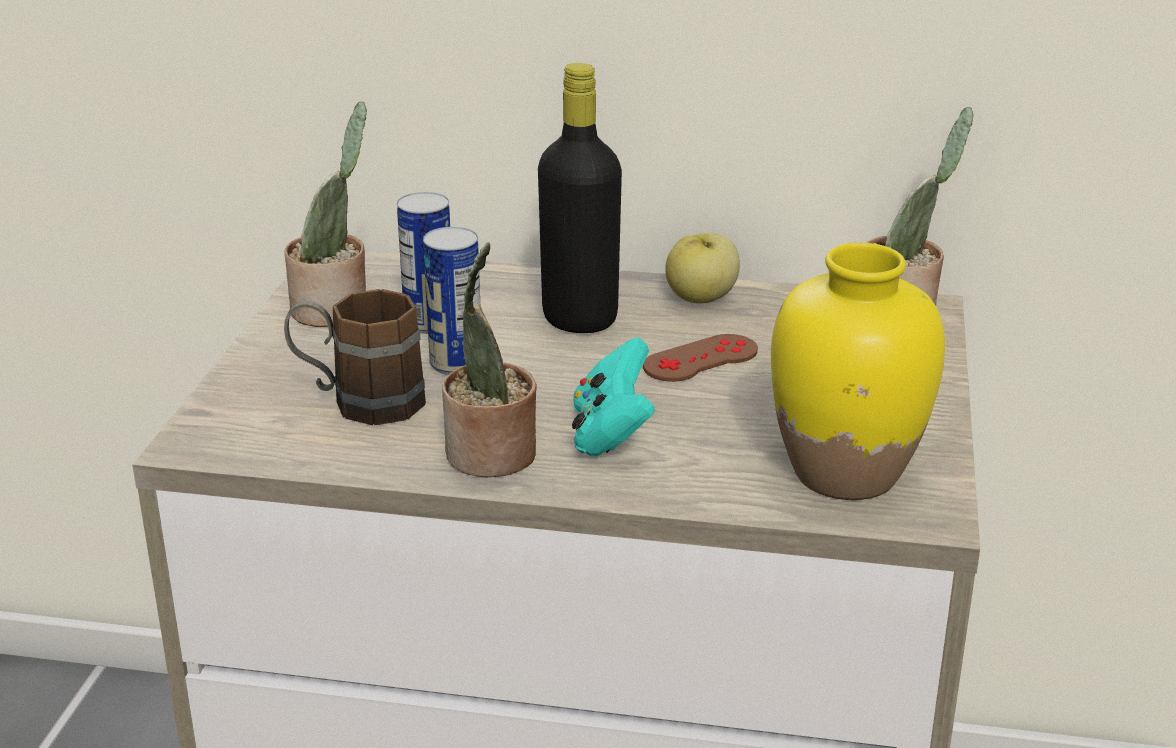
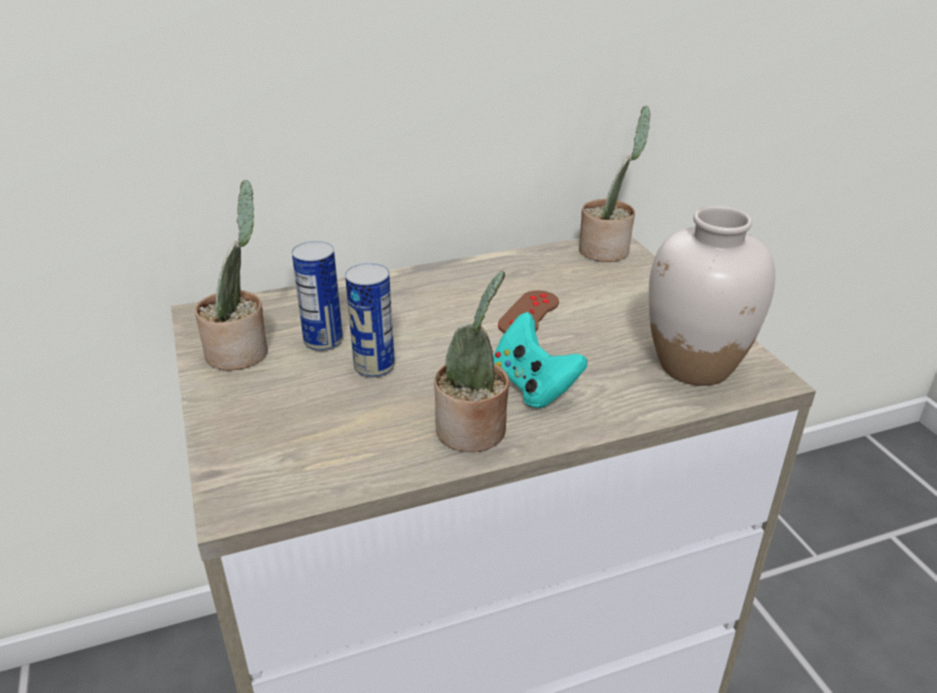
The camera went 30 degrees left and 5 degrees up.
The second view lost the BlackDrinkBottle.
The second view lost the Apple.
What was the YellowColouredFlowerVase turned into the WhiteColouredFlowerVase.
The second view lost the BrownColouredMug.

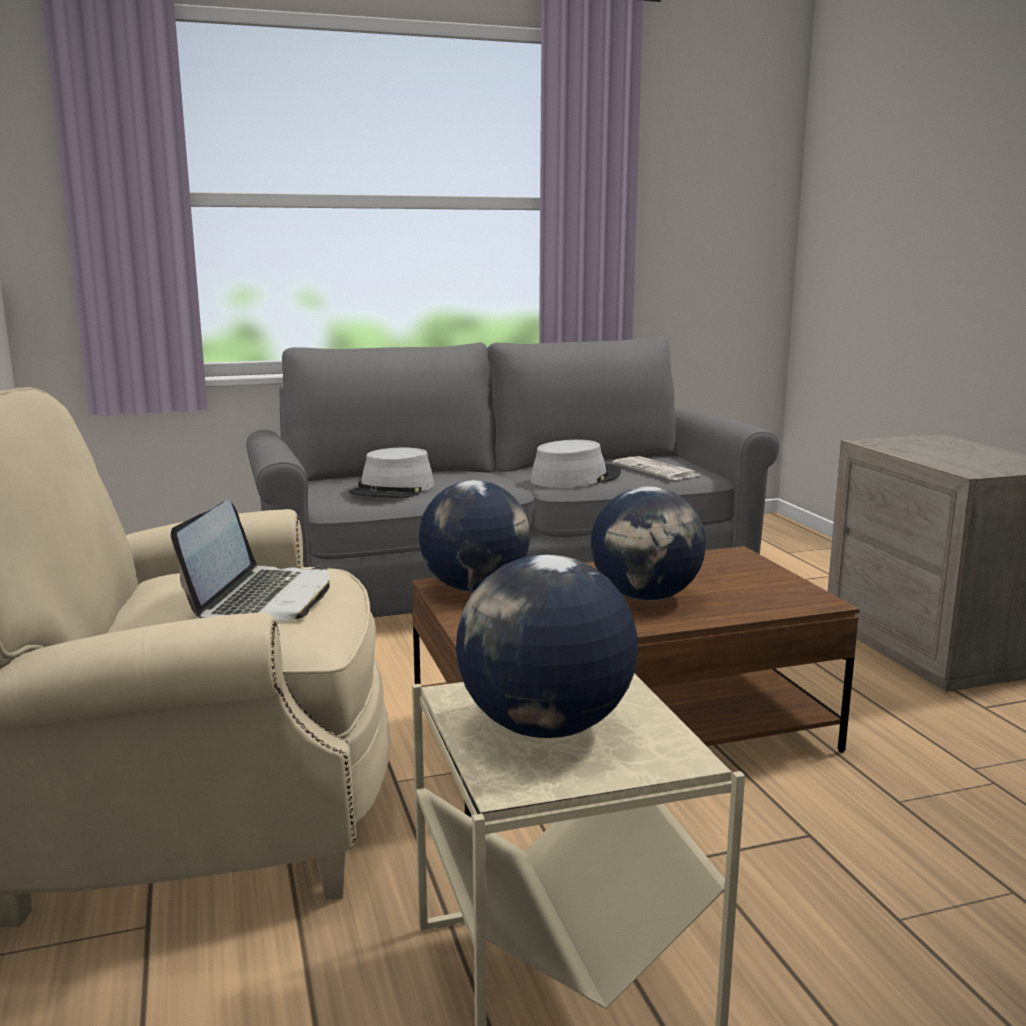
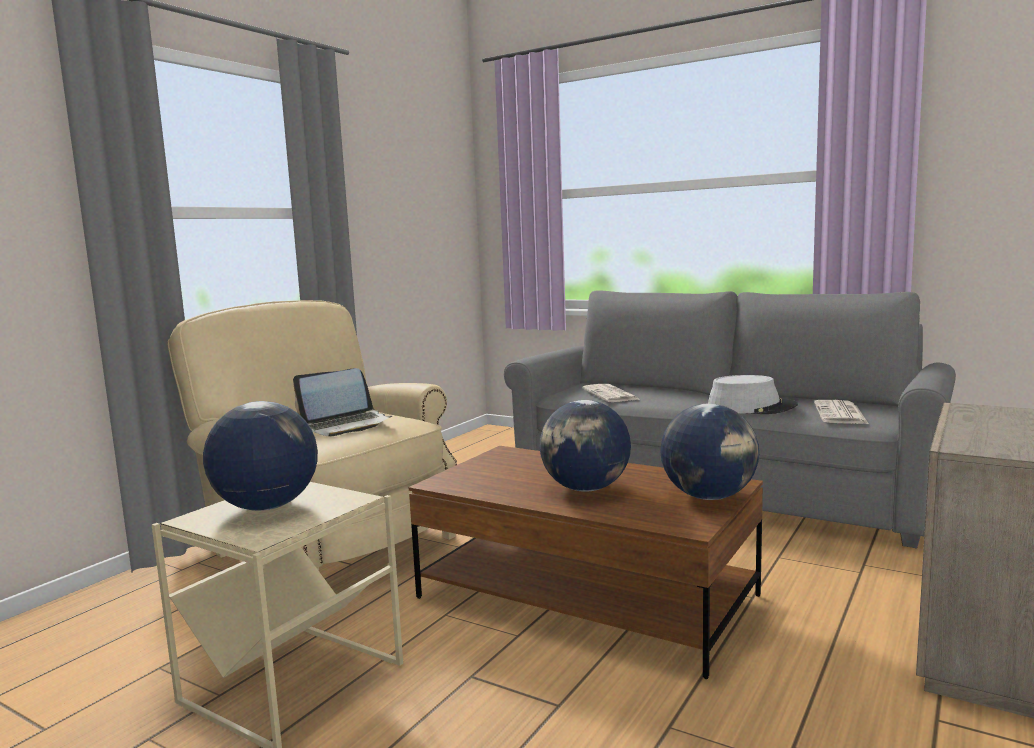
The camera went 50 degrees right and 5 degrees down.
Where the GreyishWearableHat (no. 1 from left) stood, the Newspaper (no. 1 from left) came to stand.
The DeskGlobe (no. 1 from left in the first image) ended up elsewhere.

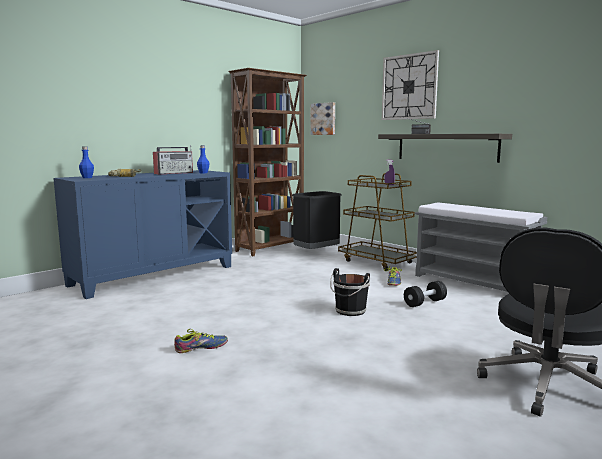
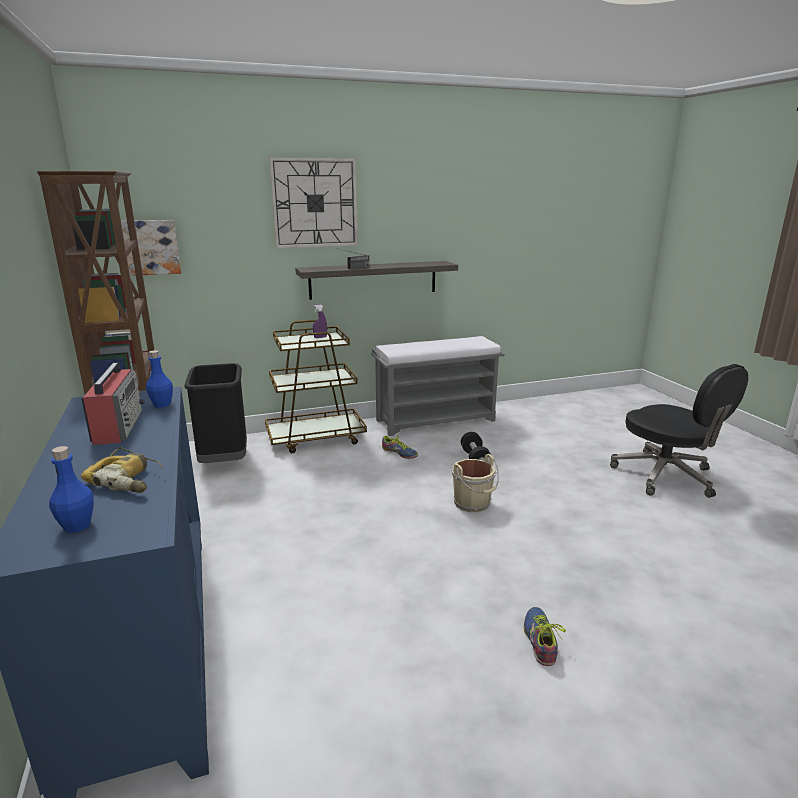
The camera went 65 degrees left and 10 degrees up.
What was the BlackPail turned into the BeigePail.

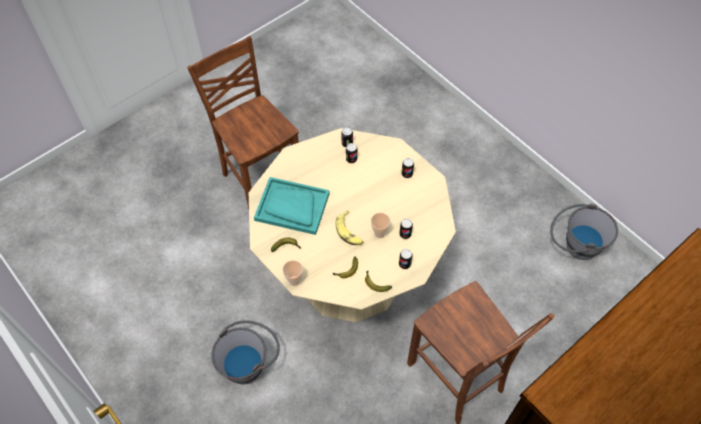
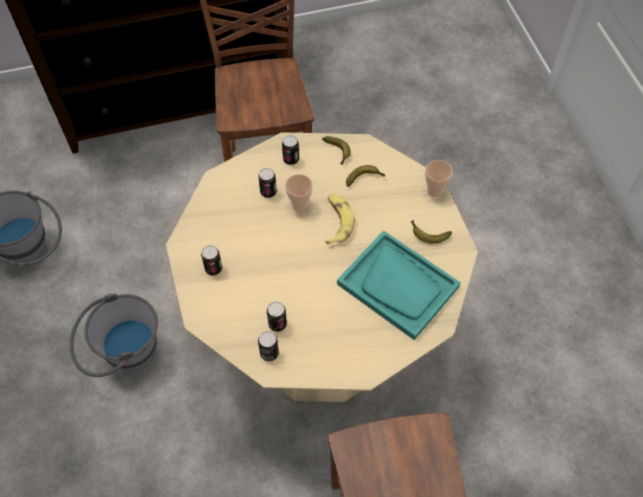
The camera went 155 degrees left and 0 degrees up.
The GreyishPail (no. 1 from left in the first image) ended up elsewhere.

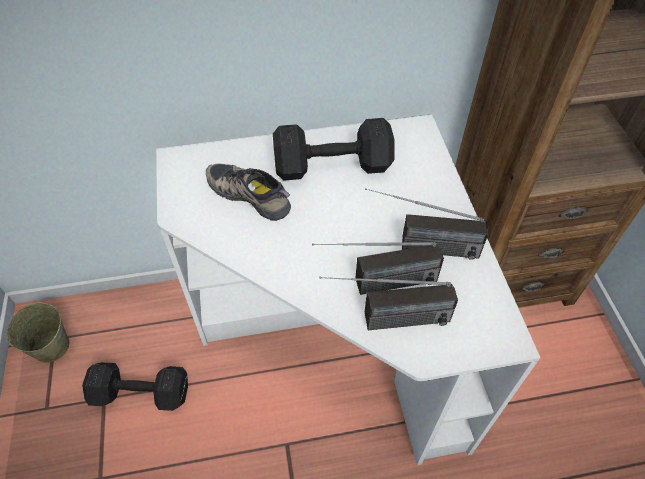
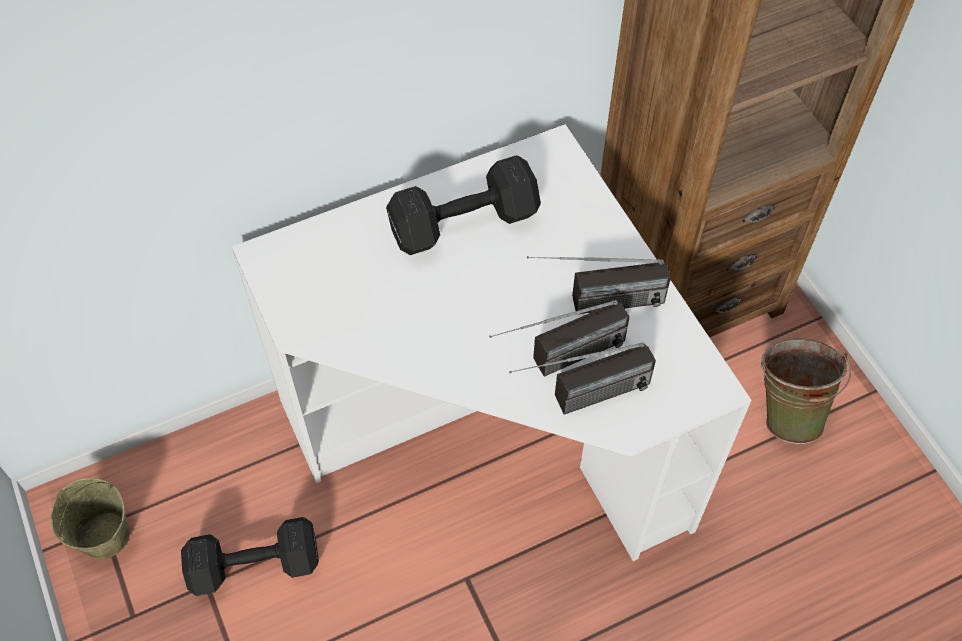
The camera went 15 degrees left and 5 degrees up.
The second view lost the ItemOfFootwear.
The second view gained the GreenishPail.

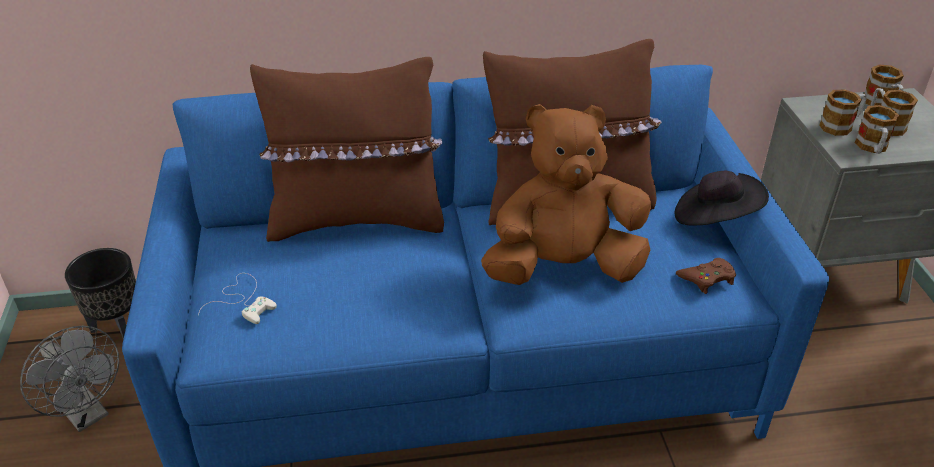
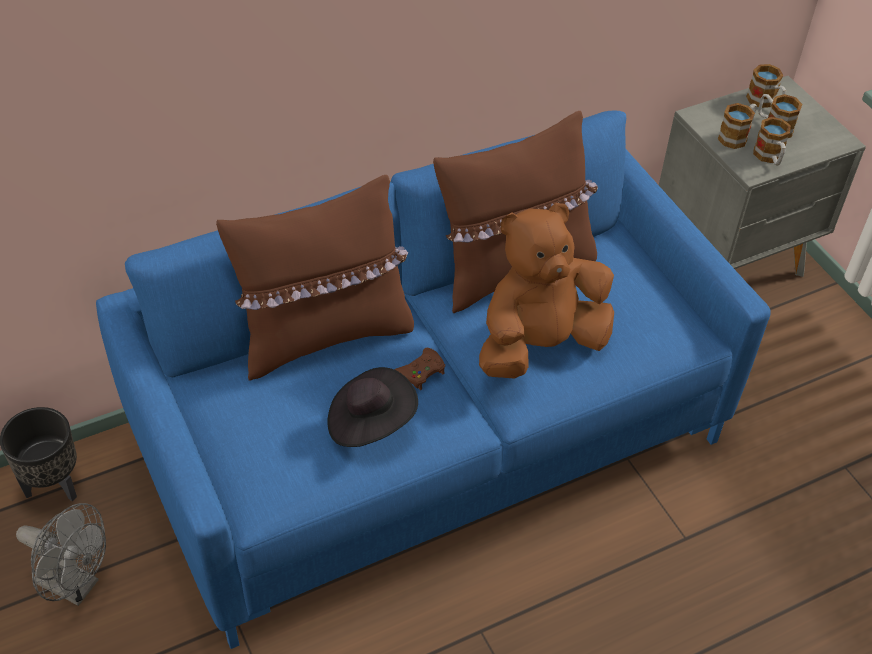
The camera went 20 degrees left and 10 degrees up.
The BlackWearableHat ended up elsewhere.
The BrownColouredJoypad ended up elsewhere.
The second view lost the WhiteColouredJoypad.

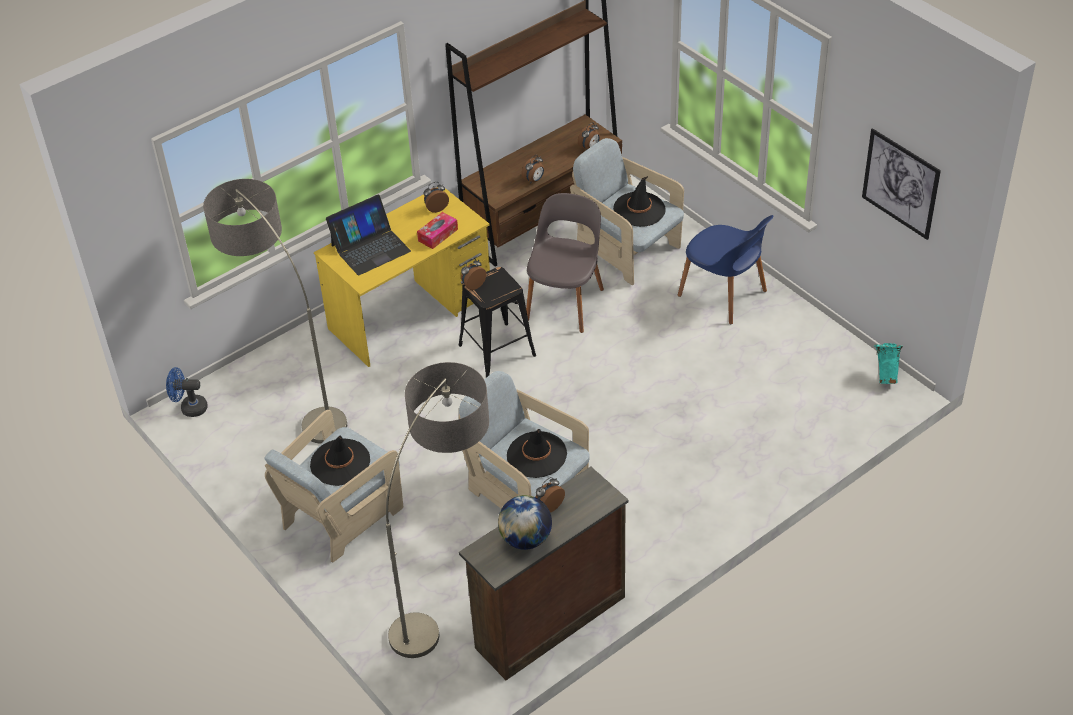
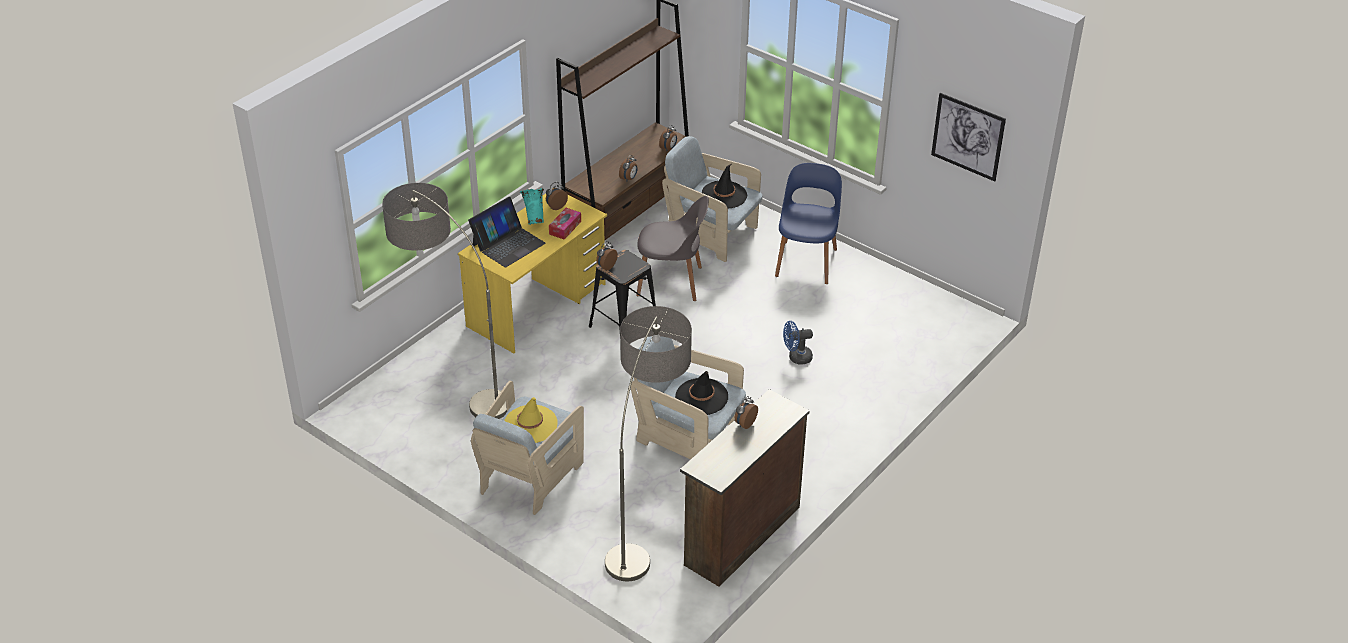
The camera went 15 degrees left and 5 degrees down.
The GreyishUprightChair ended up facing another way, 90 degrees clockwise from before.
The BlueColouredUprightChair ended up facing another way, 105 degrees counterclockwise from before.
The BlueGreenFlowerVase ended up elsewhere.
The BlueColouredFan ended up elsewhere.
What was the BlackWearableHat (no. 1 from left) turned into the YellowColouredWearableHat.
The second view lost the DeskGlobe.

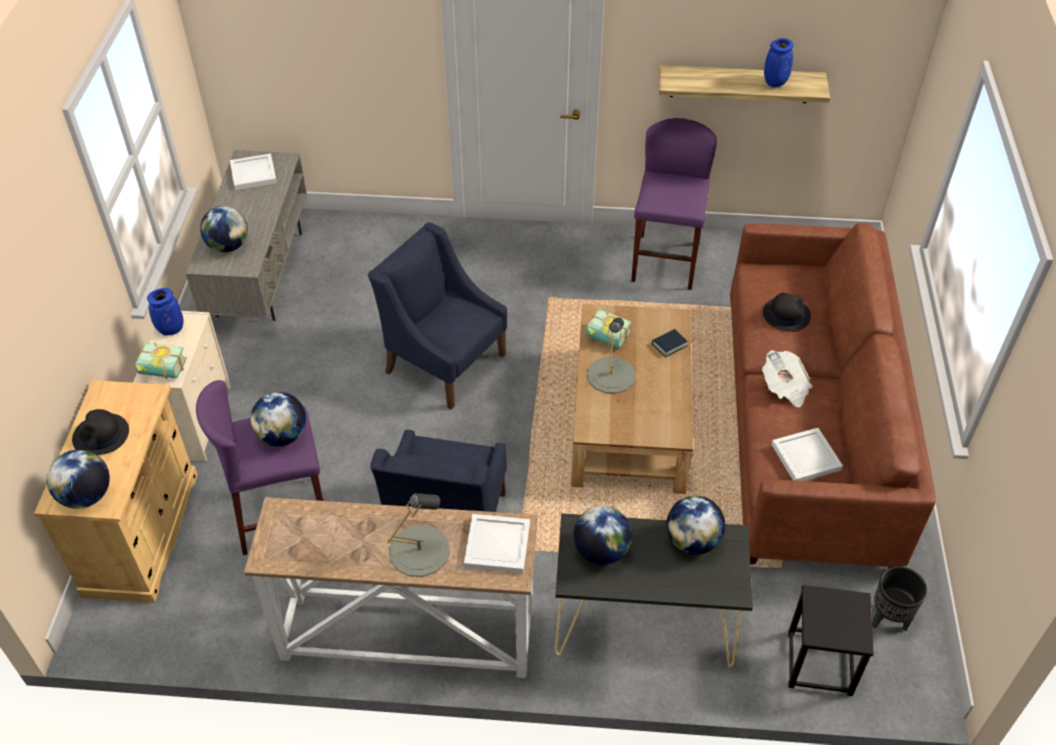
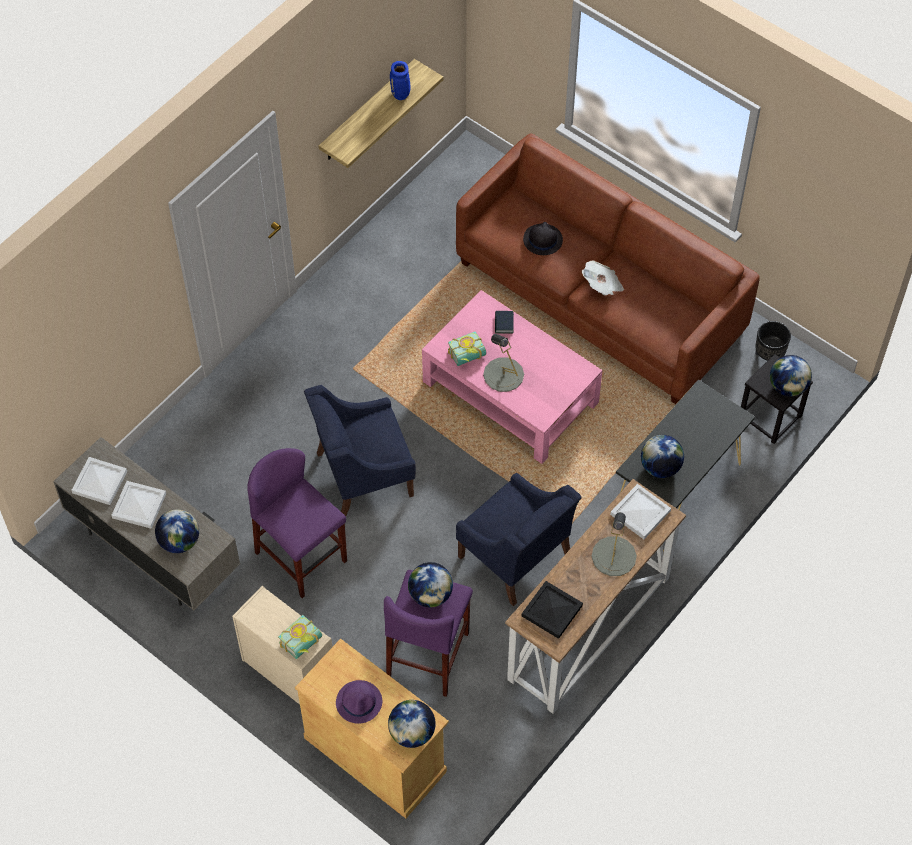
The camera went 55 degrees left and 10 degrees up.
The PurpleSittingStool (no. 2 from left in the first image) ended up elsewhere.
The second view lost the BlueColouredFlowerVase (no. 1 from left).
What was the BrownColouredCoffeeTable turned into the PinkishCoffeeTable.
What was the BlackWearableHat (no. 1 from left) turned into the PurpleWearableHat.
The WhiteColouredServingTray (no. 3 from left in the first image) ended up elsewhere.
The DeskGlobe (no. 5 from left) ended up elsewhere.
The second view gained the BlackServingTray.

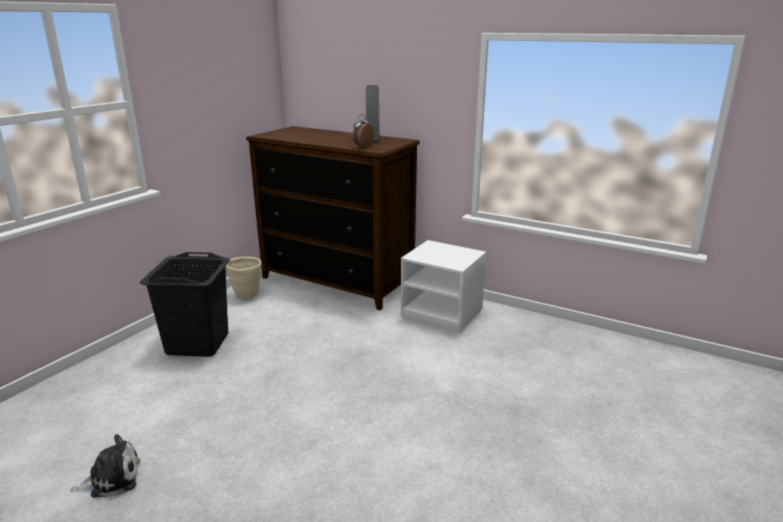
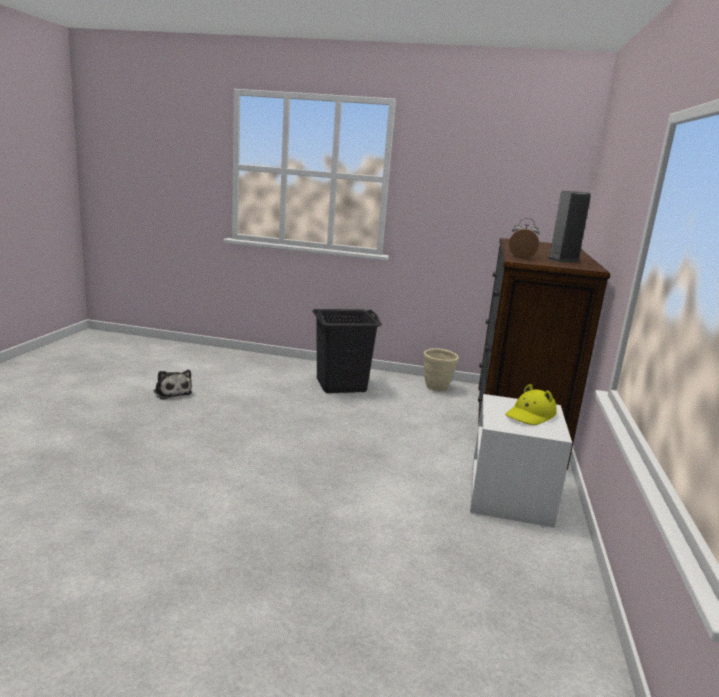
The camera went 70 degrees right and 5 degrees down.
The second view gained the YellowColouredWearableHat.

